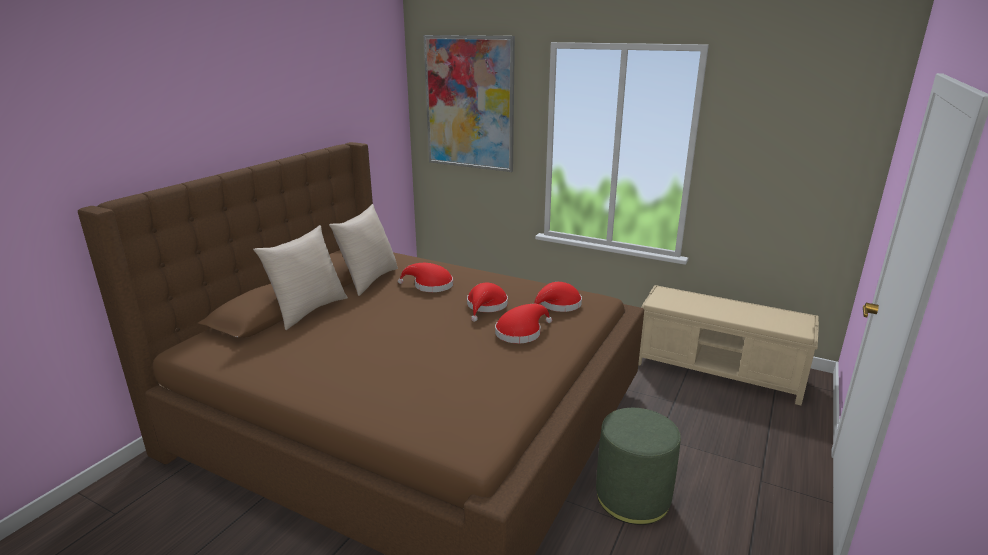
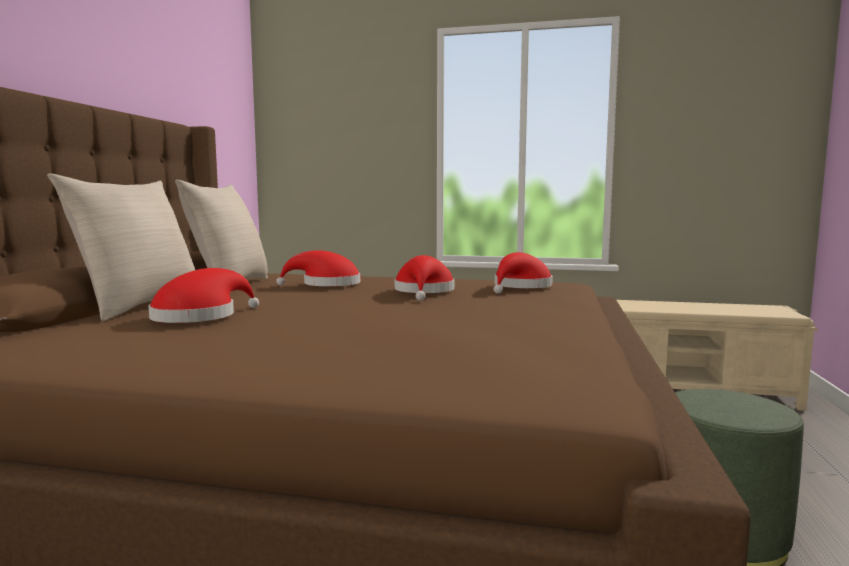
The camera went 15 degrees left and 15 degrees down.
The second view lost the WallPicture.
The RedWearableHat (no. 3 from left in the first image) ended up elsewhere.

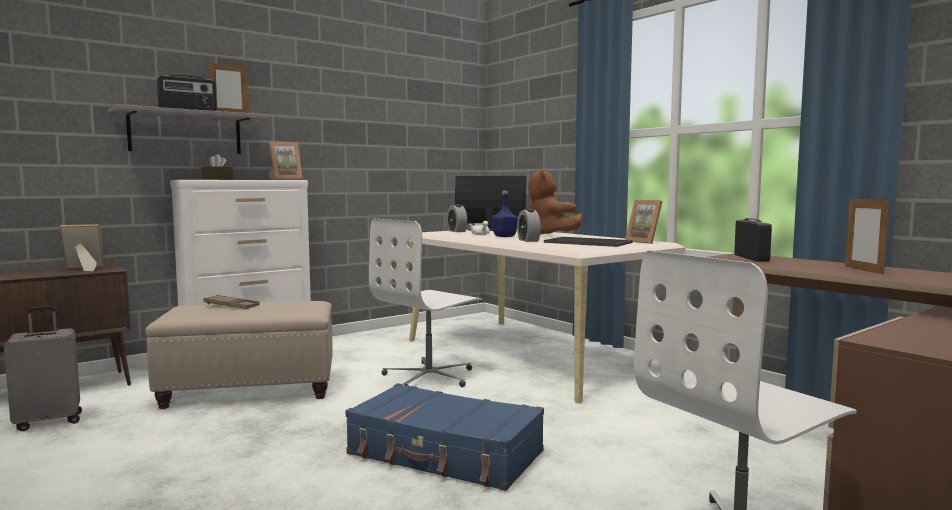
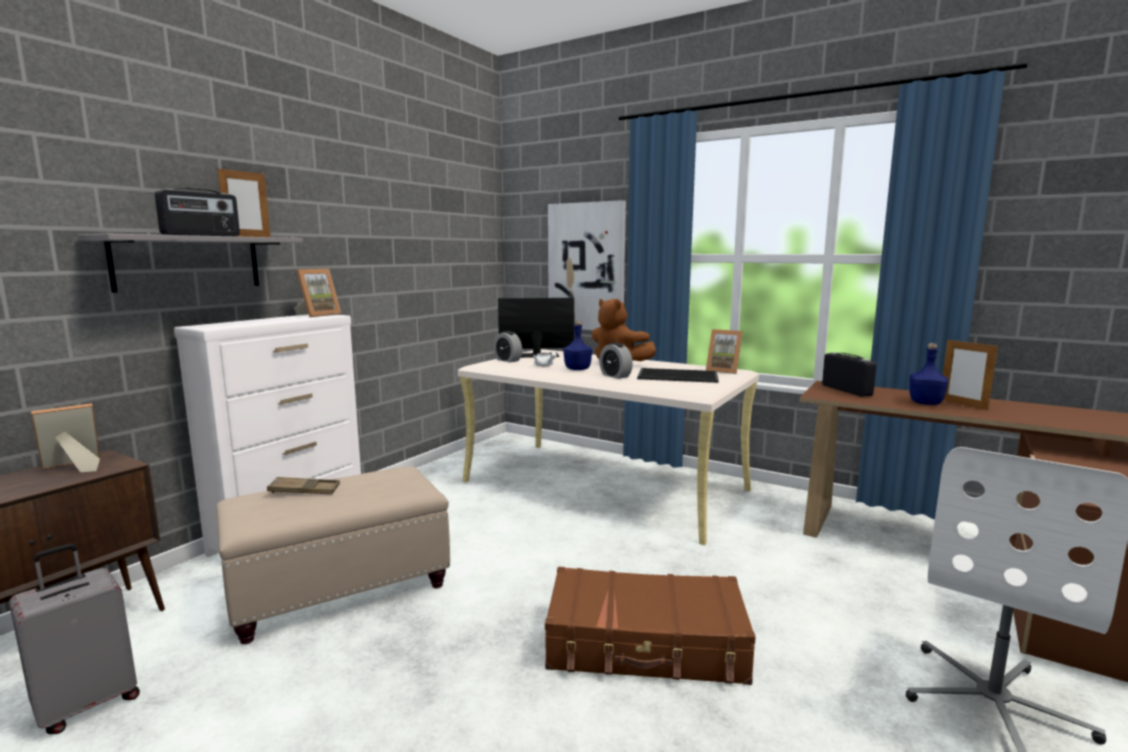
The camera went 20 degrees left and 5 degrees up.
The second view lost the BrownColouredTissueHolder.
The second view lost the WhiteColouredOfficeChair (no. 1 from left).
What was the BlueColouredSuitcase turned into the BrownColouredSuitcase.
The second view gained the WallPicture.
The second view gained the BlueColouredDrinkBottle (no. 2 from left).

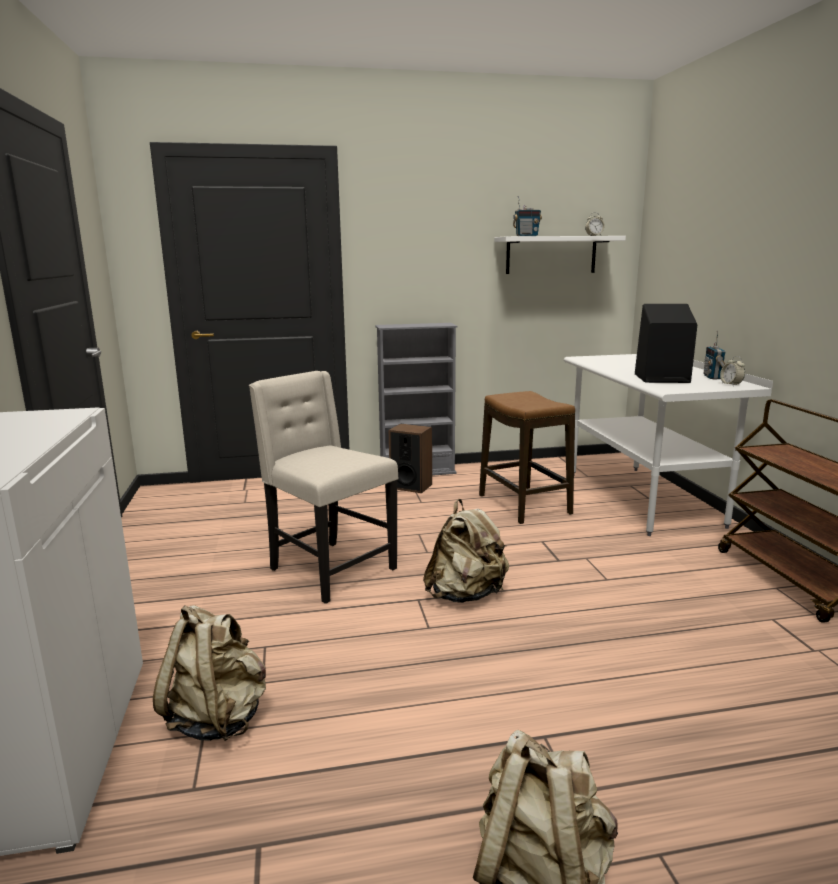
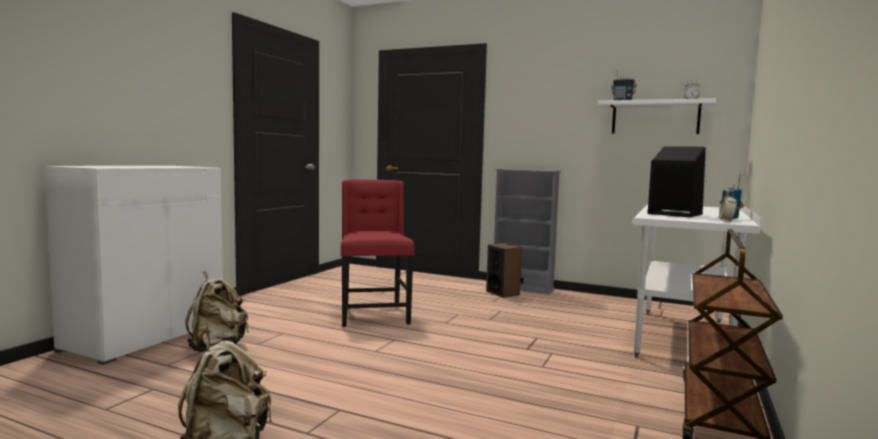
The camera went 35 degrees right and 10 degrees down.
What was the BeigeUprightChair turned into the RedUprightChair.
The second view lost the SittingStool.
The second view lost the BeigeKnapsack (no. 2 from left).

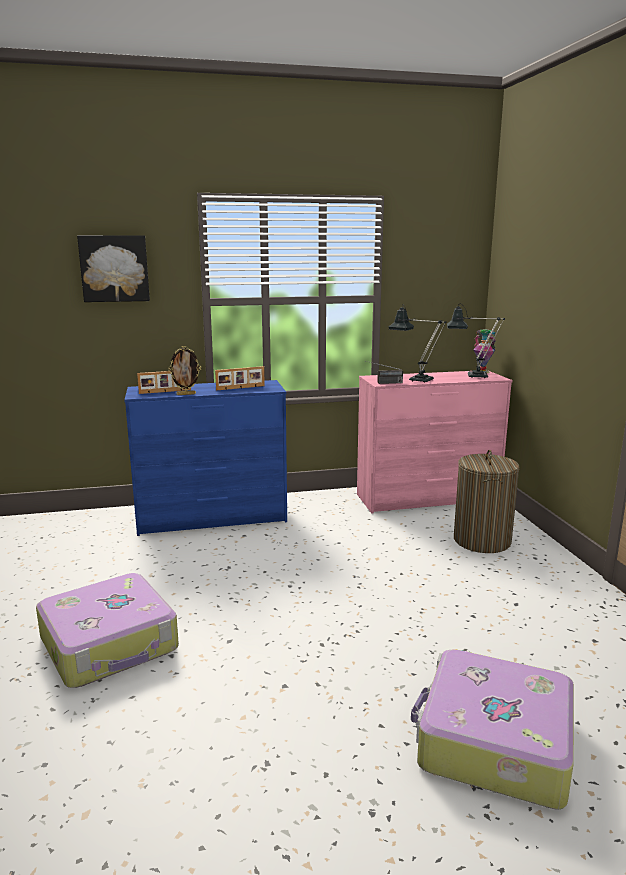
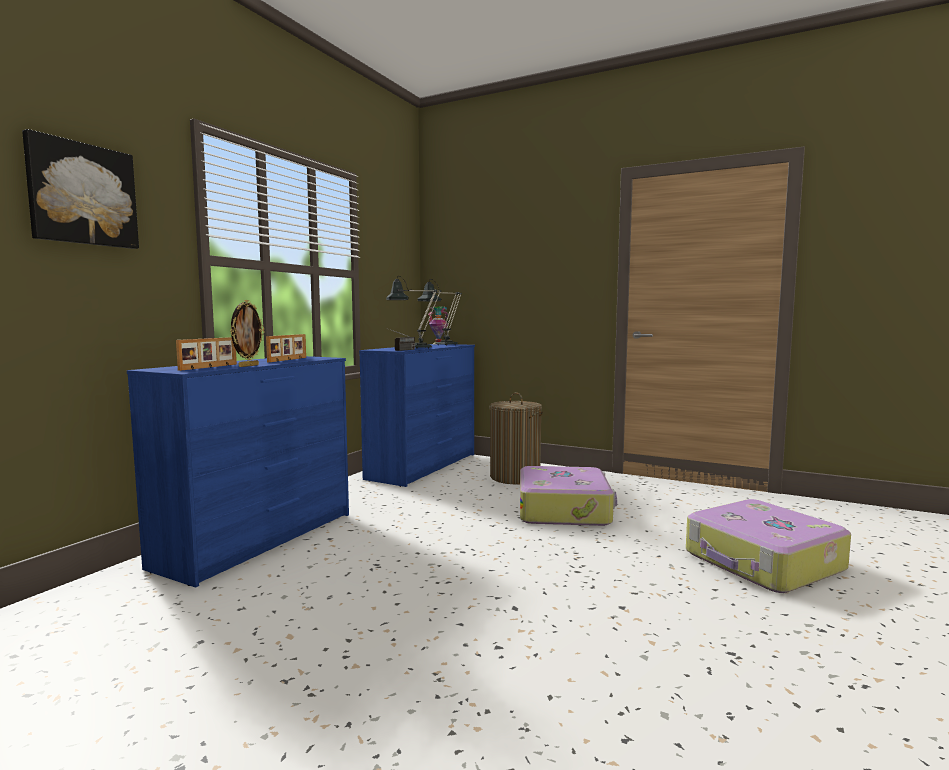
The camera went 50 degrees left and 10 degrees down.
What was the PinkishChestOfDrawers turned into the BlueColouredChestOfDrawers (no. 2 from left).
The Suitcase (no. 1 from left) ended up elsewhere.

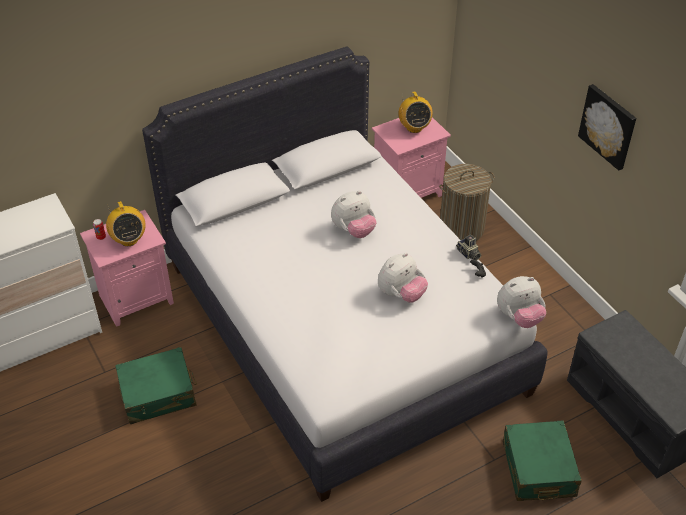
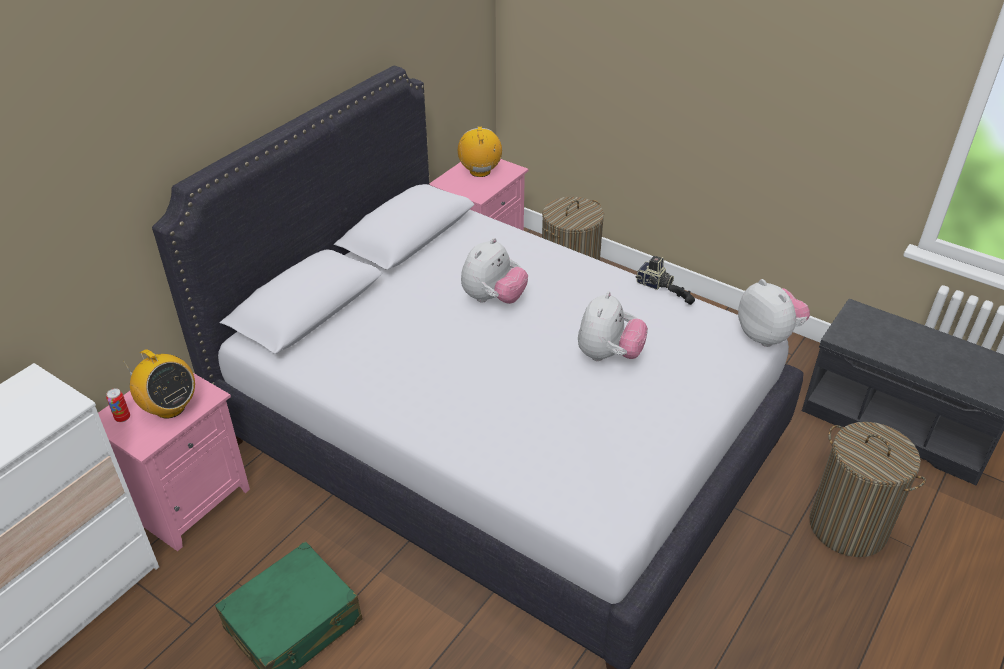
The camera went 25 degrees left and 5 degrees down.
The second view lost the WallPicture.
The Radio (no. 2 from left) ended up facing another way, 150 degrees counterclockwise from before.
The PlushToy (no. 3 from left) ended up facing another way, 75 degrees counterclockwise from before.
Where the GreenishSuitcase (no. 2 from left) stood, the WashingBasket (no. 2 from left) came to stand.

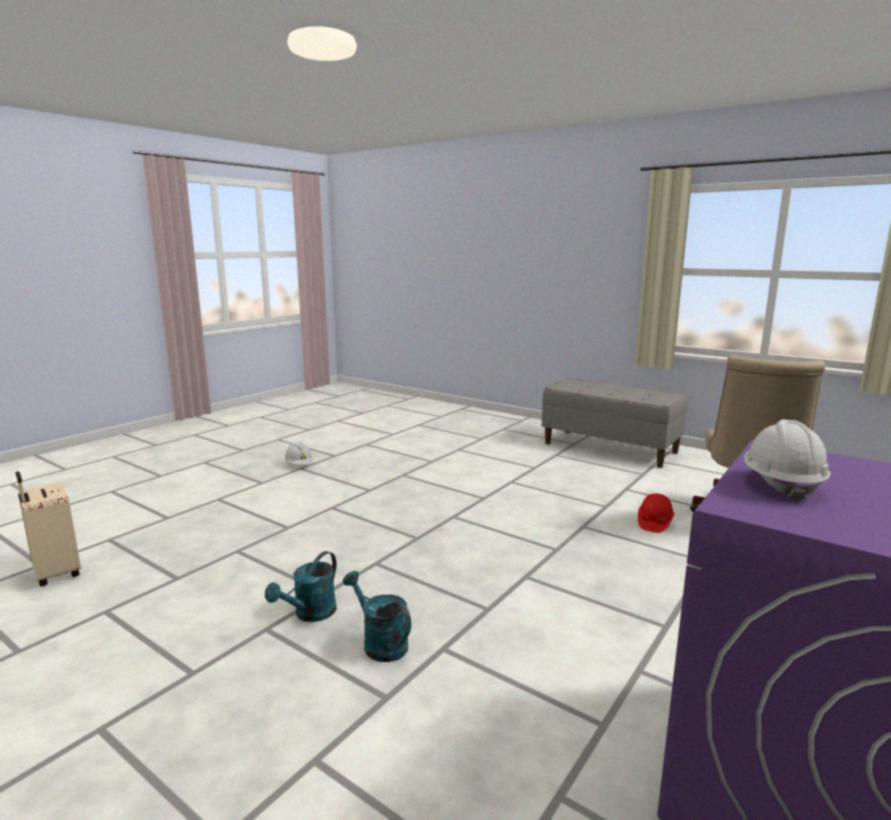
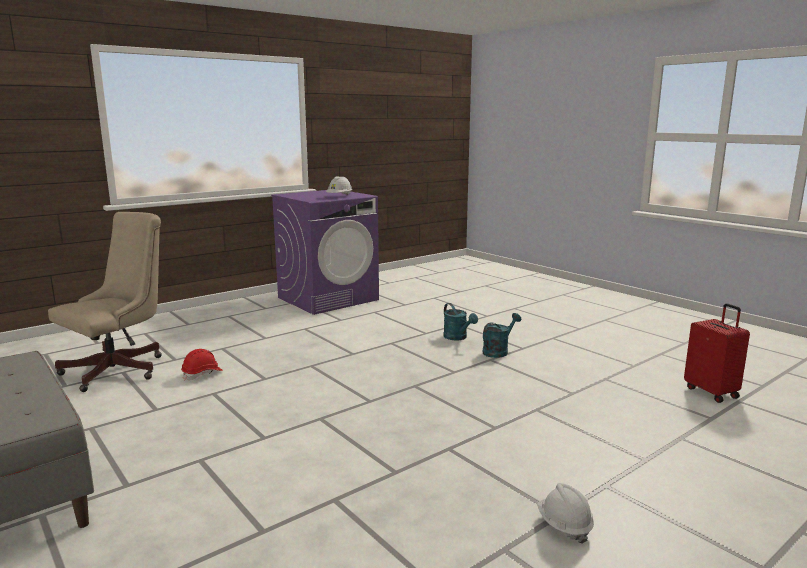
The camera went 165 degrees left and 0 degrees up.
What was the BeigeSuitcase turned into the RedSuitcase.

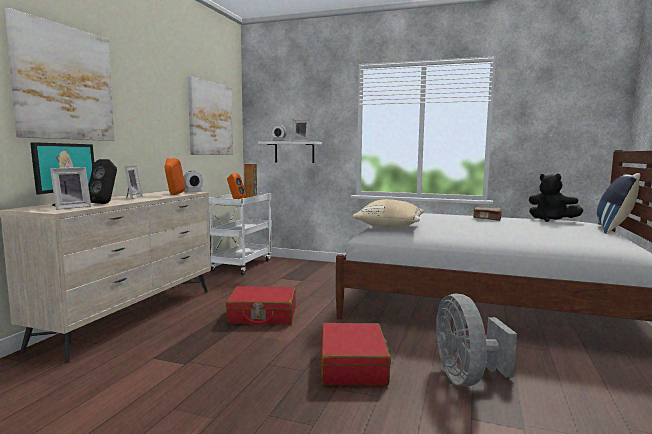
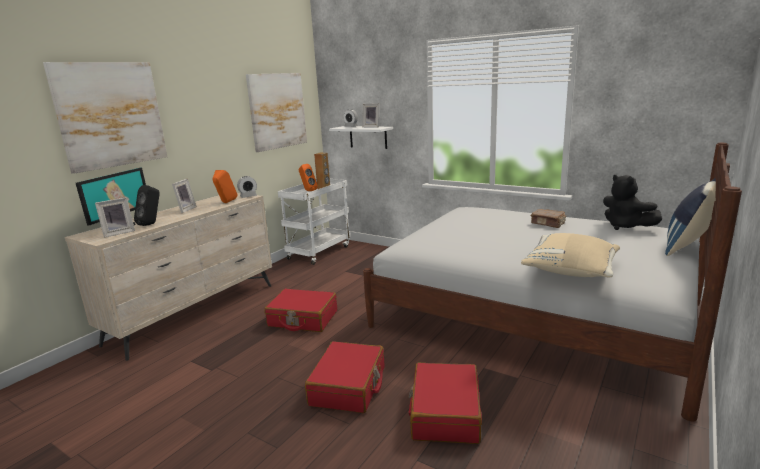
The camera went 15 degrees right and 10 degrees up.
The BeigePillow ended up elsewhere.
Where the GreyishFan stood, the RedSuitcase (no. 3 from left) came to stand.

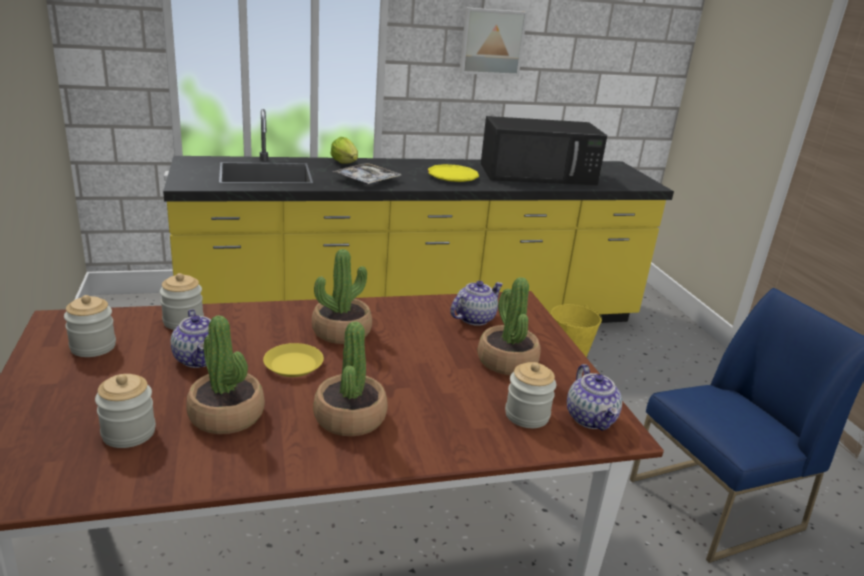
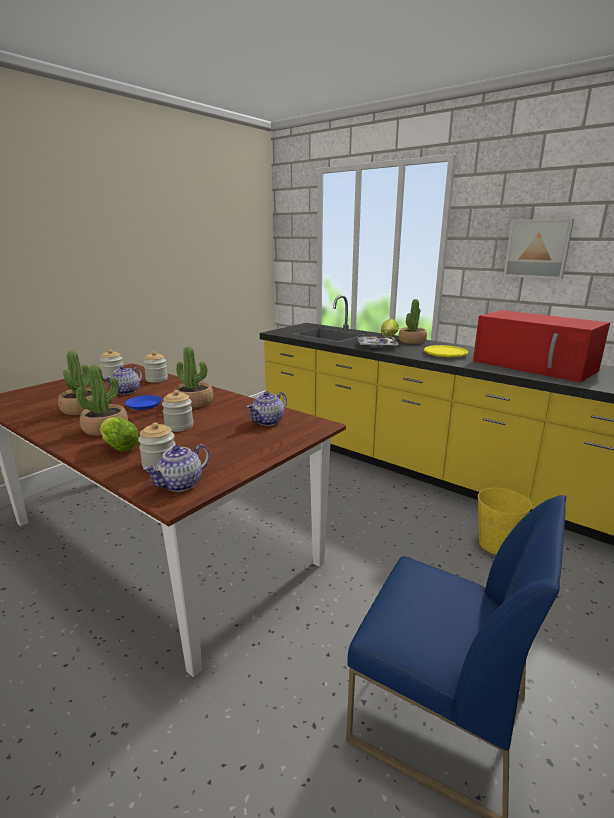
The camera went 55 degrees right and 5 degrees down.
What was the BlackMicrowave turned into the RedMicrowave.
The Houseplant (no. 4 from left) ended up elsewhere.
The TeaPot (no. 2 from left in the first image) ended up facing another way, 120 degrees clockwise from before.
What was the YellowColouredPlate (no. 1 from left) turned into the BlueColouredPlate.
The PreserveJar (no. 2 from left in the first image) ended up elsewhere.
The second view gained the HeadOfLettuce (no. 1 from left).

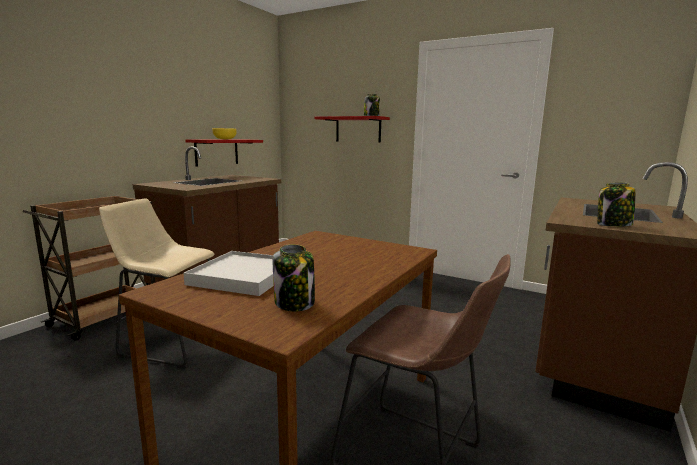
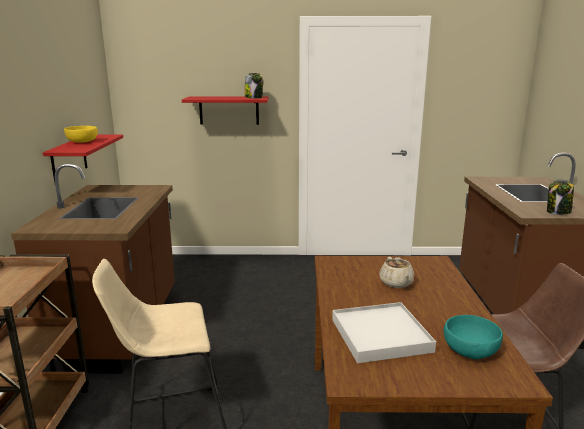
The camera went 30 degrees left and 5 degrees up.
Where the PreserveJar (no. 1 from left) stood, the BlueGreenBowl came to stand.
The second view gained the BeigeTeaPot.

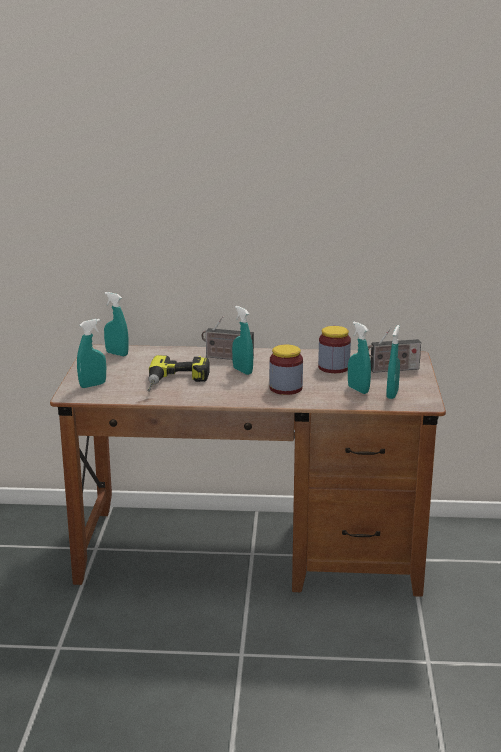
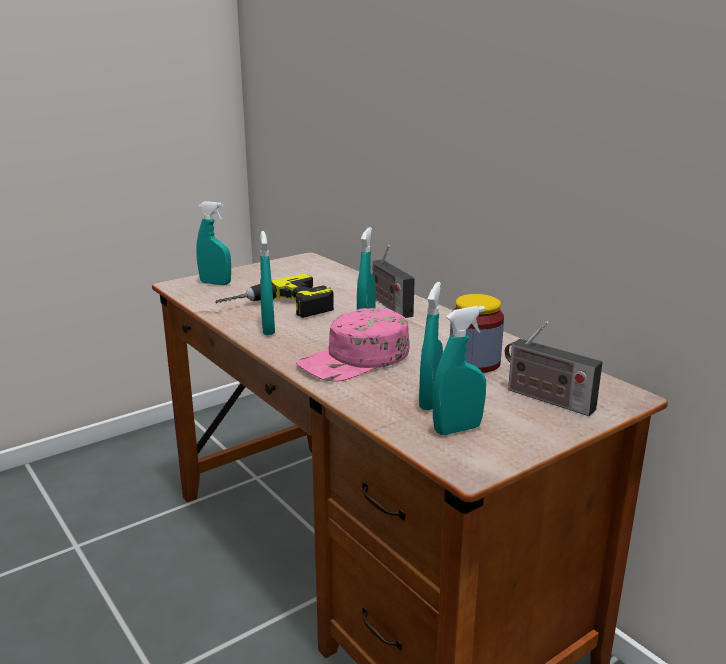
The camera went 50 degrees right and 0 degrees up.
The BlueGreenSprayer (no. 2 from left) ended up elsewhere.
Where the PreserveJar (no. 1 from left) stood, the PinkishPeakedCap came to stand.

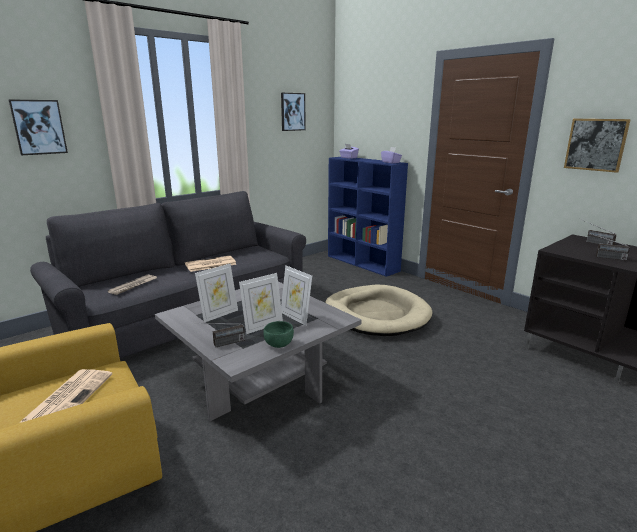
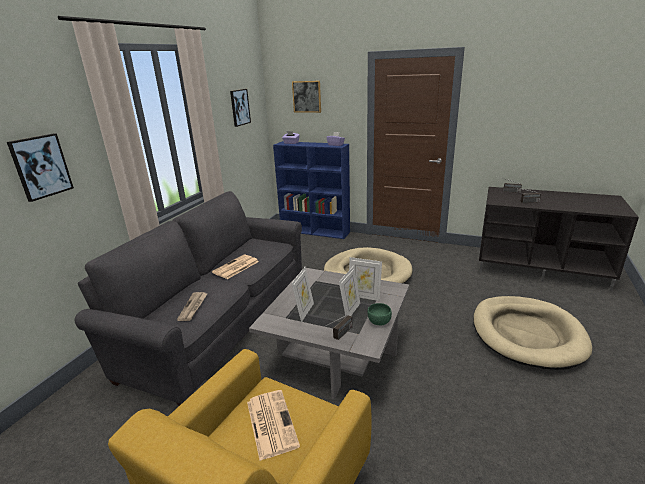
The camera went 25 degrees left and 5 degrees up.
The WallPicture (no. 3 from left) ended up elsewhere.
The second view gained the BeigeDogBed (no. 2 from left).

